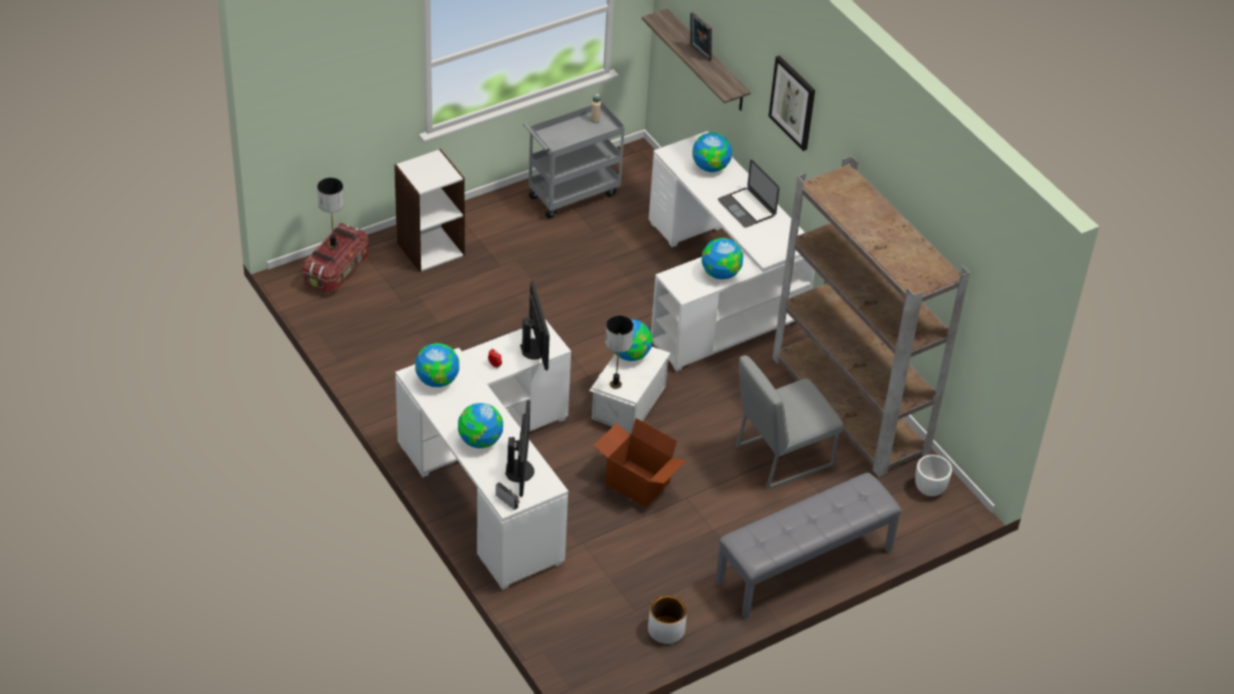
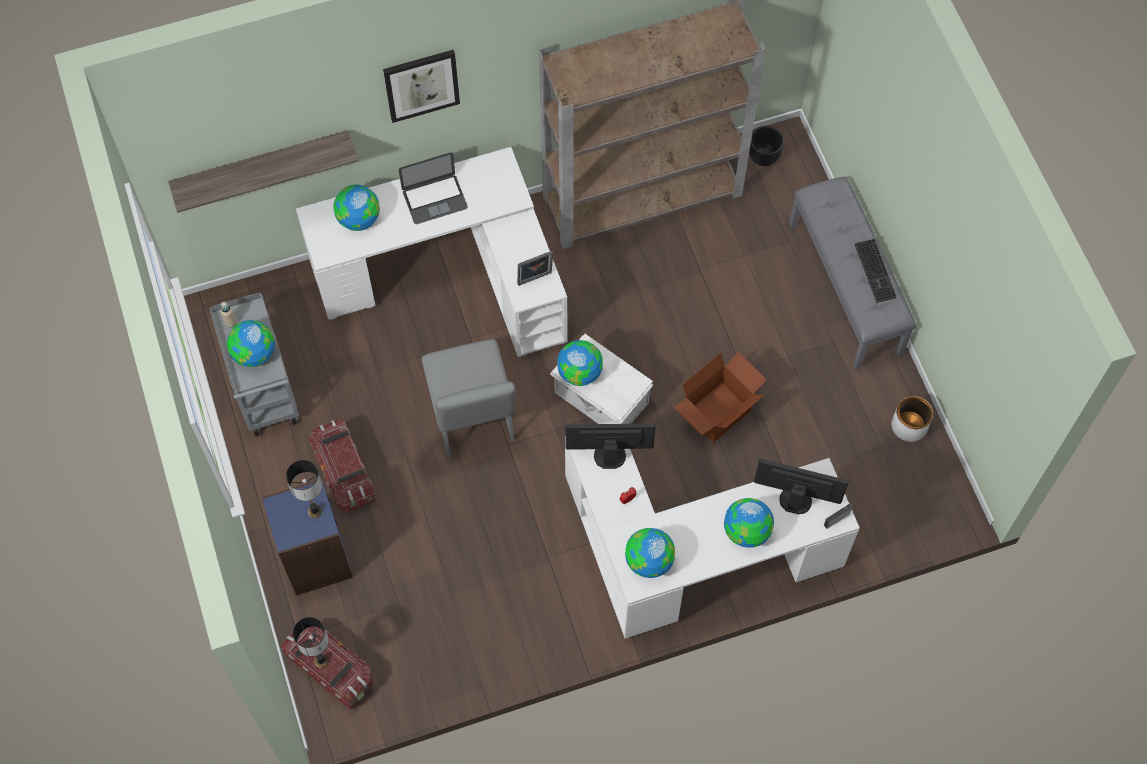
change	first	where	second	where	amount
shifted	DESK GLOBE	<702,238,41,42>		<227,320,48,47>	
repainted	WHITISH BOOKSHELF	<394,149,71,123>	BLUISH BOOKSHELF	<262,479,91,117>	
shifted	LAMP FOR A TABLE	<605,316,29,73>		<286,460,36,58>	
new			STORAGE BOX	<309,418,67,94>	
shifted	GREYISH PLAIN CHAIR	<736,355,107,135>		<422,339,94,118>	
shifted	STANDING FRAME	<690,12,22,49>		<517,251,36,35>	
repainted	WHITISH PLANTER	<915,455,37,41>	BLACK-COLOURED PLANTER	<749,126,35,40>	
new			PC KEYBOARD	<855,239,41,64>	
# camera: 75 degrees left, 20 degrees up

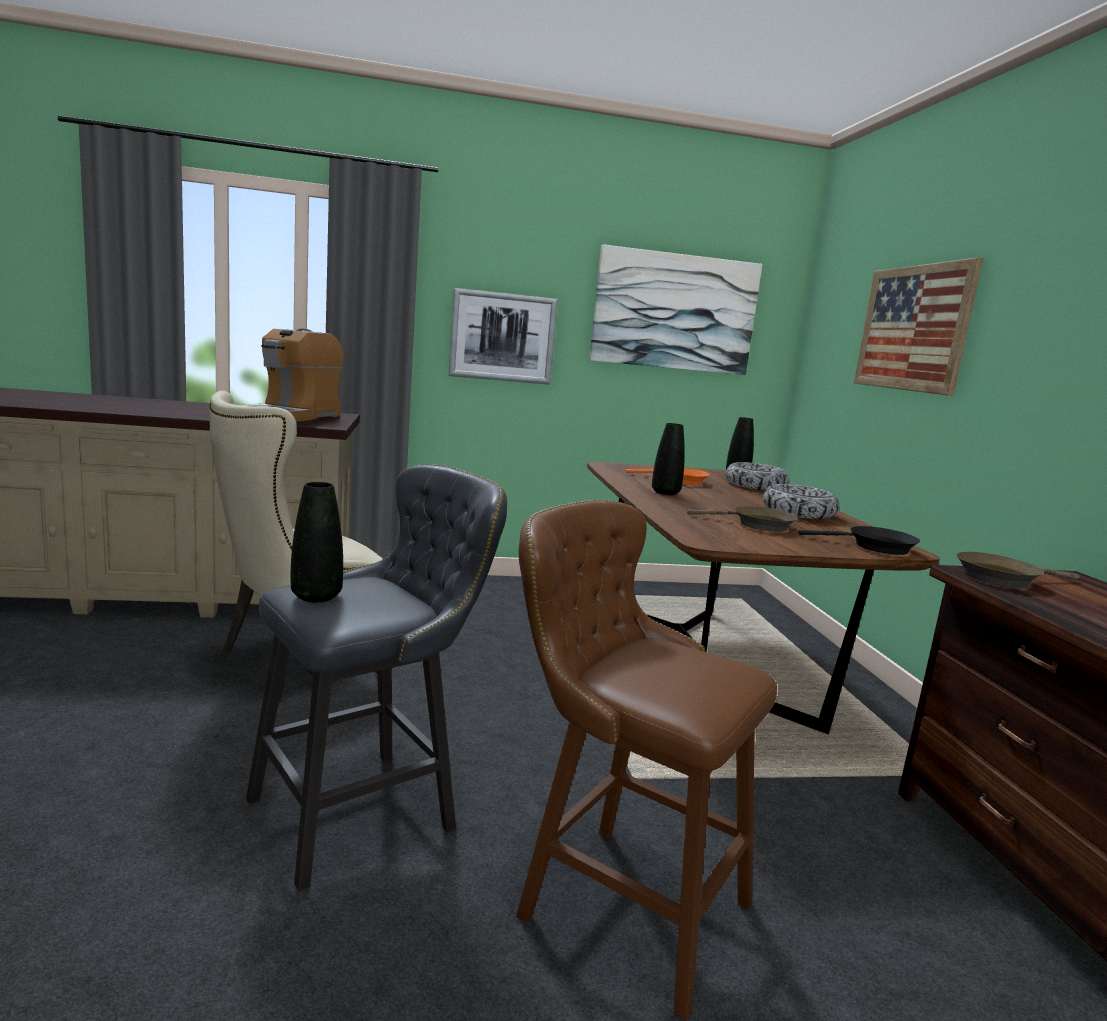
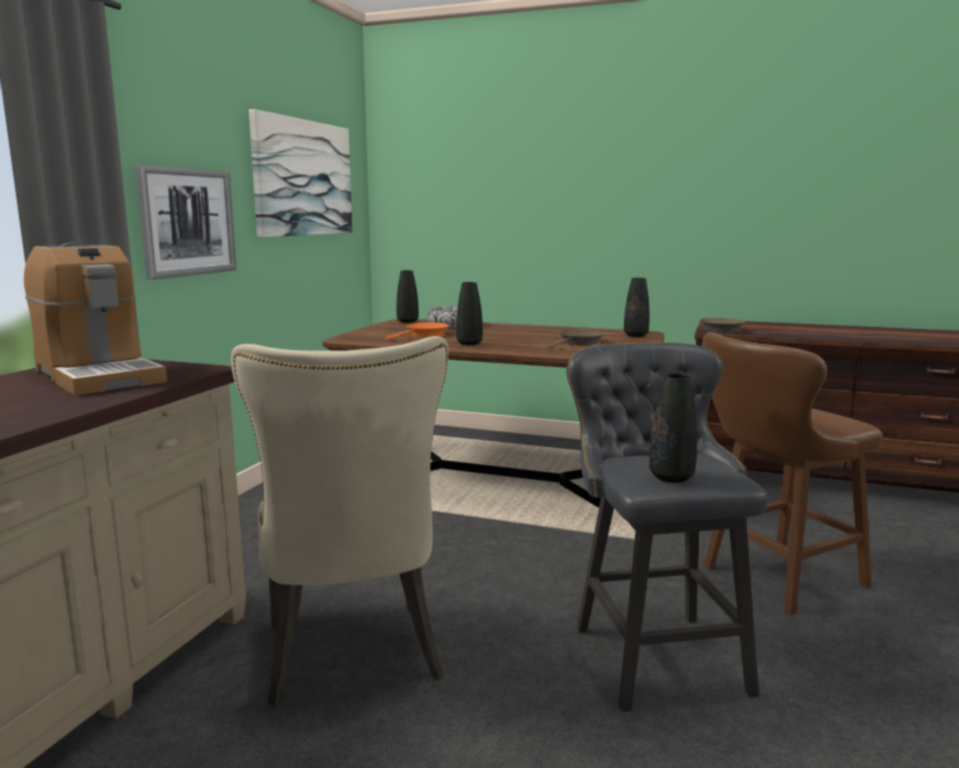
change	first	where	second	where	amount
swapped	BLACK-COLOURED SKILLET	<798,526,122,29>	BLACK-COLOURED FLOWER VASE	<624,278,26,59>	
gone	DEEP DISH	<763,484,76,35>			
gone	PICTURE	<854,257,129,139>			
# camera: 60 degrees left, 0 degrees up

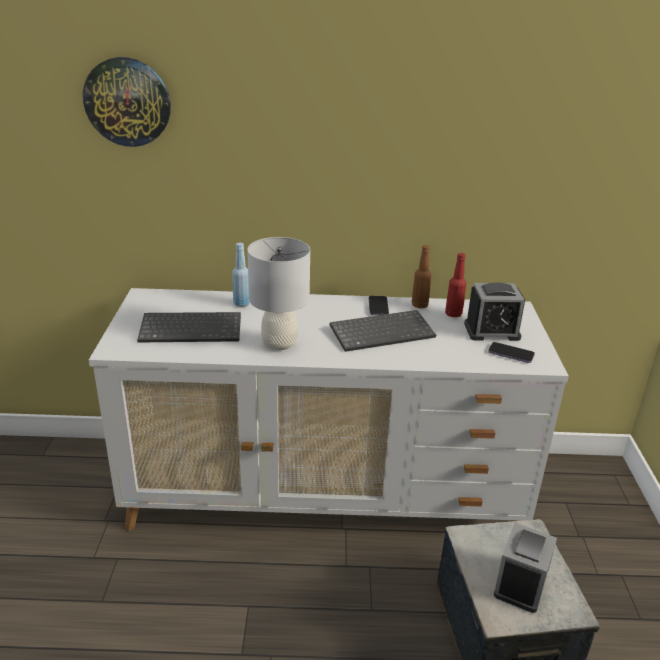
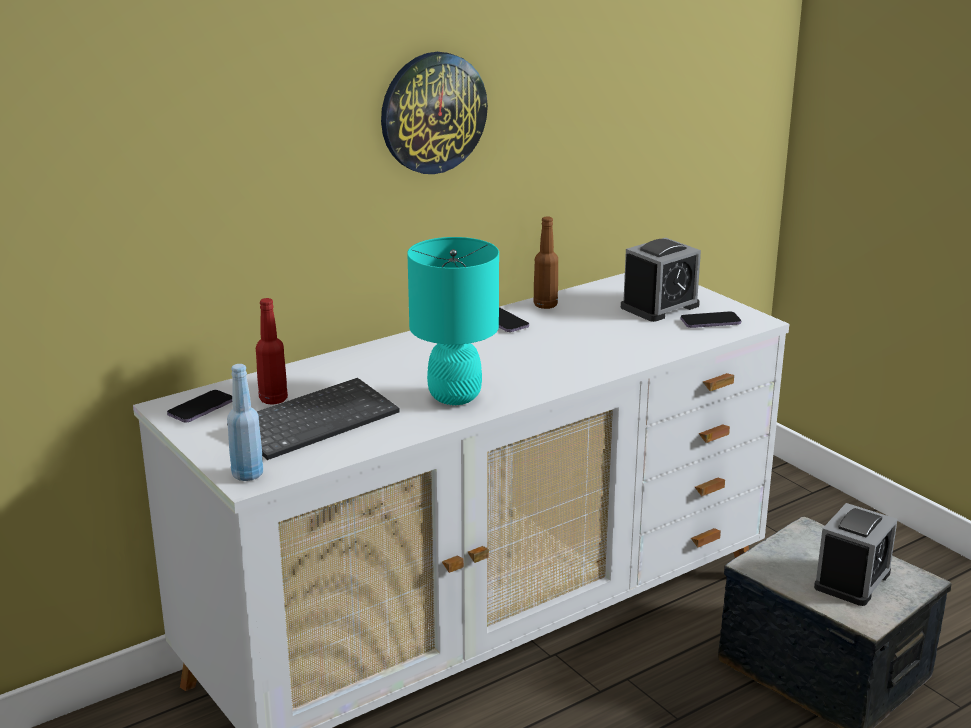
change	first	where	second	where	amount
new			HANDSET	<167,390,65,32>	
shifted	BLUISH BOTTLE	<232,243,18,64>		<227,364,36,117>	
shifted	REDDISH BOTTLE	<445,253,21,64>		<256,298,32,107>	
shifted	HANGING CLOCK	<83,57,88,90>		<381,52,107,122>	
repainted	GREYISH LAMP FOR A TABLE	<247,237,63,113>	TURQUOISE LAMP FOR A TABLE	<407,237,92,168>	
rotated	ALARM CLOCK	<494,523,63,90>		<814,503,84,103>	45 degrees clockwise
gone	PC KEYBOARD	<330,310,106,42>			
# camera: 35 degrees left, 5 degrees down

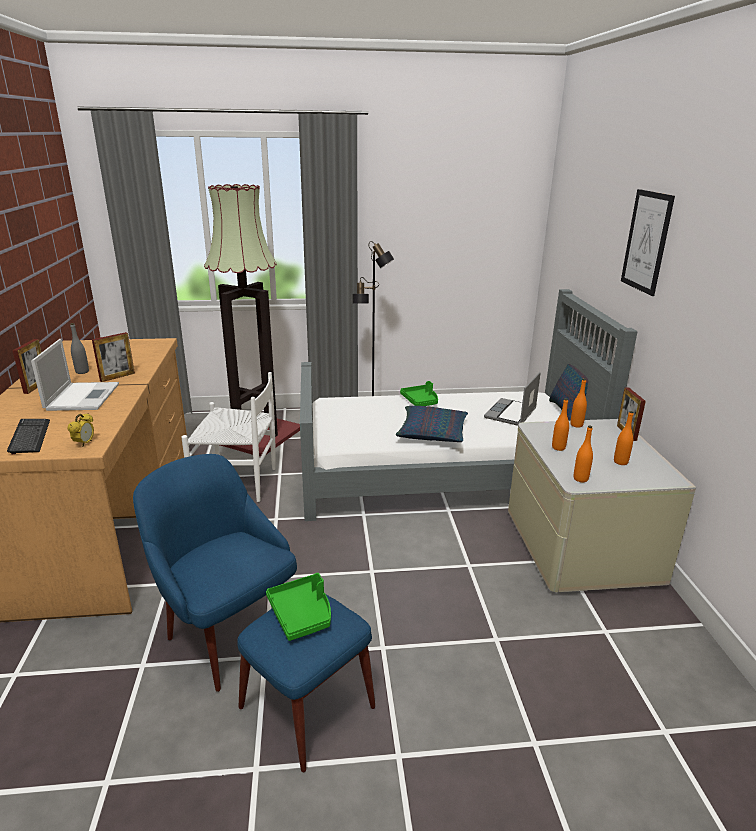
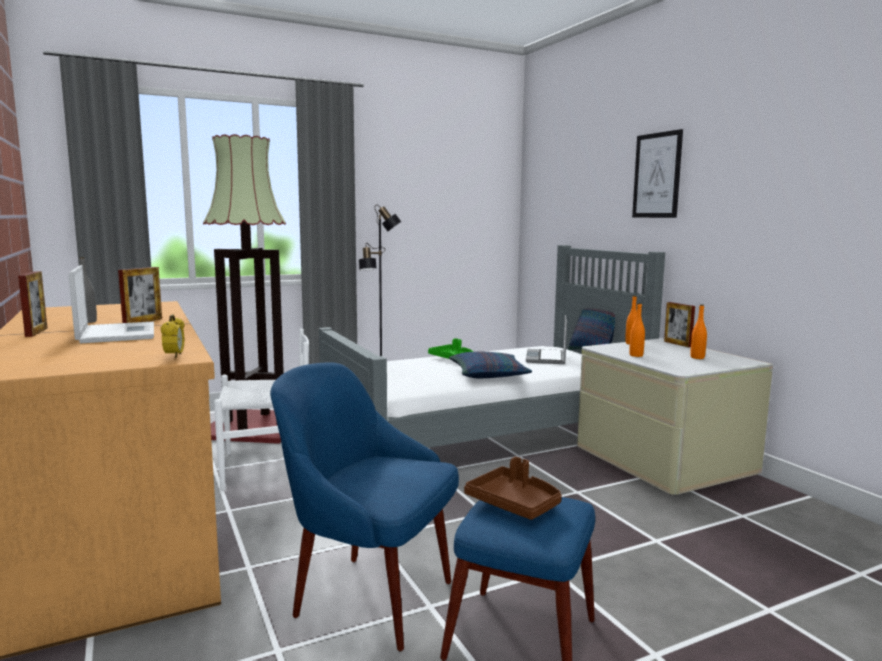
change	first	where	second	where	amount
repainted	GREEN-COLOURED TRAY	<266,573,65,68>	BROWN TRAY	<464,457,98,63>	
gone	PC KEYBOARD	<7,419,43,35>			
gone	ORANGEY BOTTLE	<574,426,19,56>			
# camera: 20 degrees left, 15 degrees down

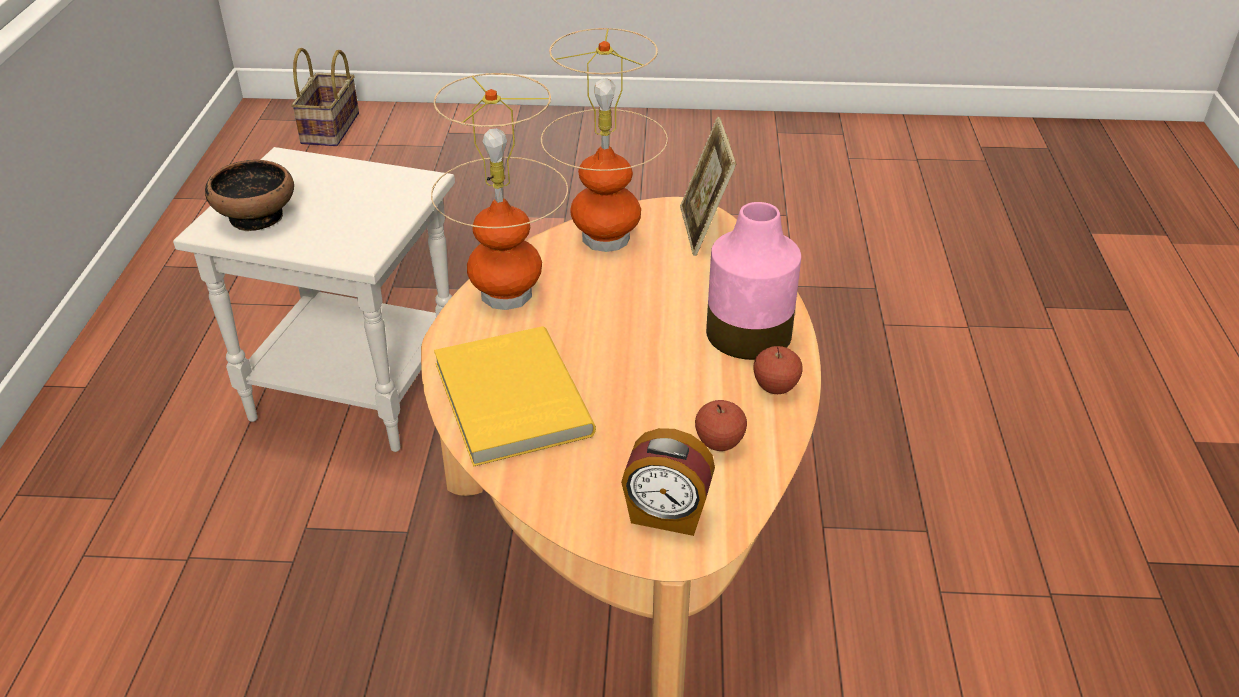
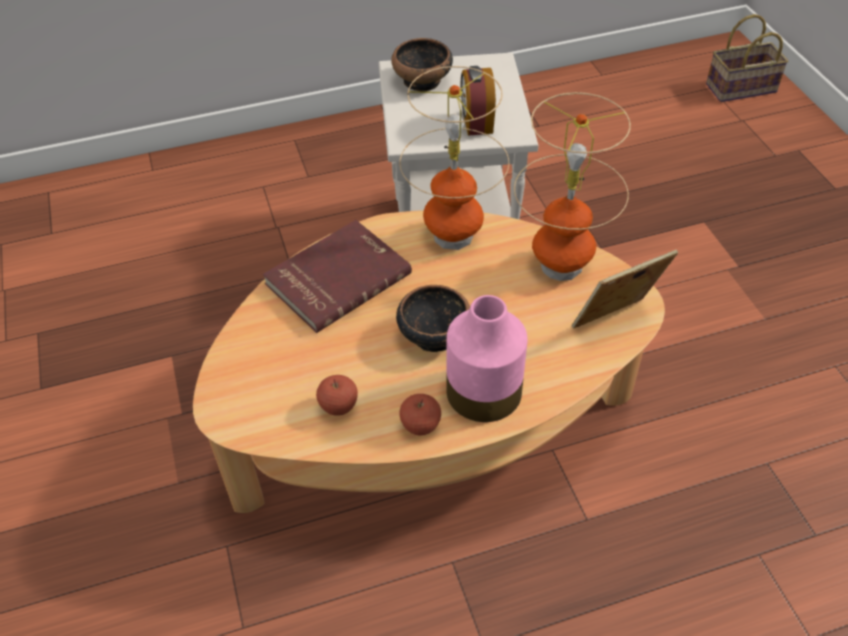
change	first	where	second	where	amount
repainted	YELLOW-COLOURED VOLUME	<434,326,162,140>	REDDISH VOLUME	<263,220,149,113>	
new			DEEP DISH	<396,285,74,67>	
shifted	ALARM CLOCK	<621,428,94,108>		<461,66,35,70>	
# camera: 70 degrees right, 10 degrees up

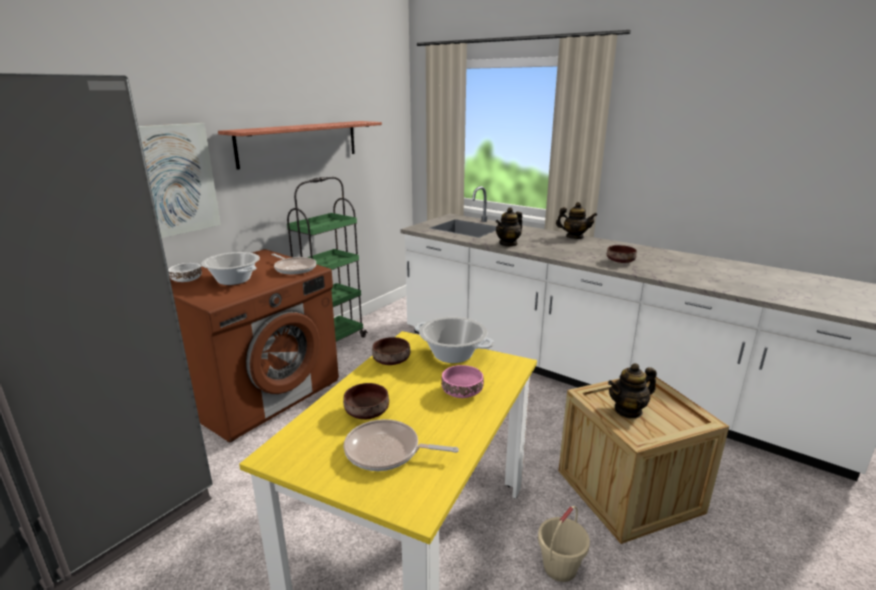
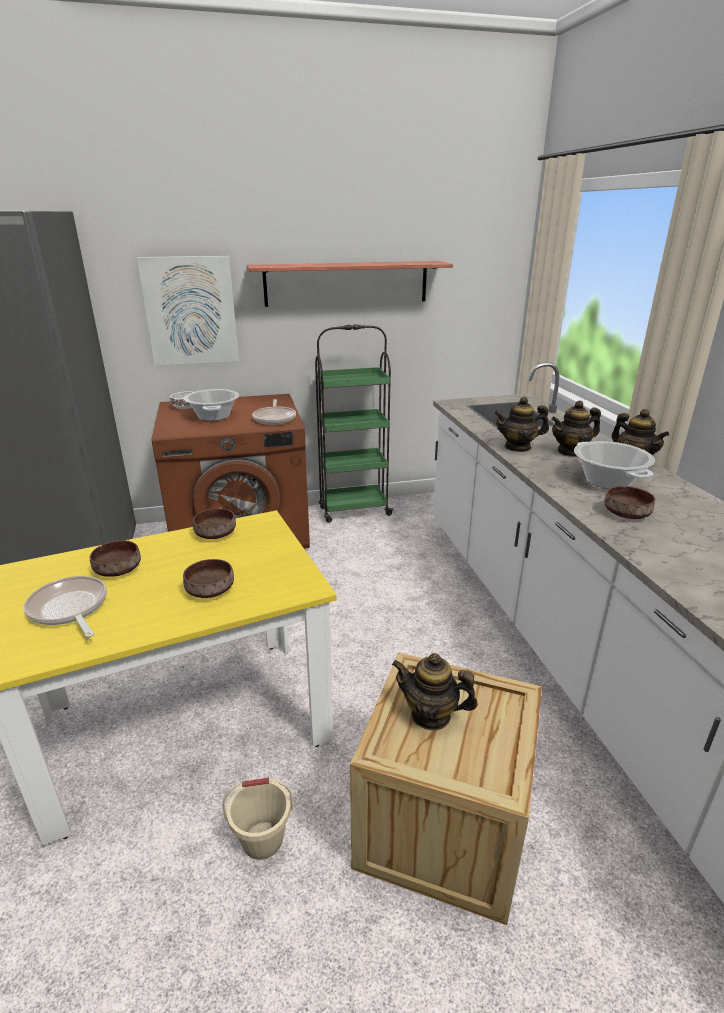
change	first	where	second	where	amount
repainted	PINK-COLOURED DEEP DISH	<441,365,43,33>	BROWN DEEP DISH	<183,559,51,39>	
new			TEAPOT	<551,400,50,57>	
shifted	COOKING POT	<415,317,79,46>		<574,441,81,48>	
# camera: 40 degrees right, 5 degrees up

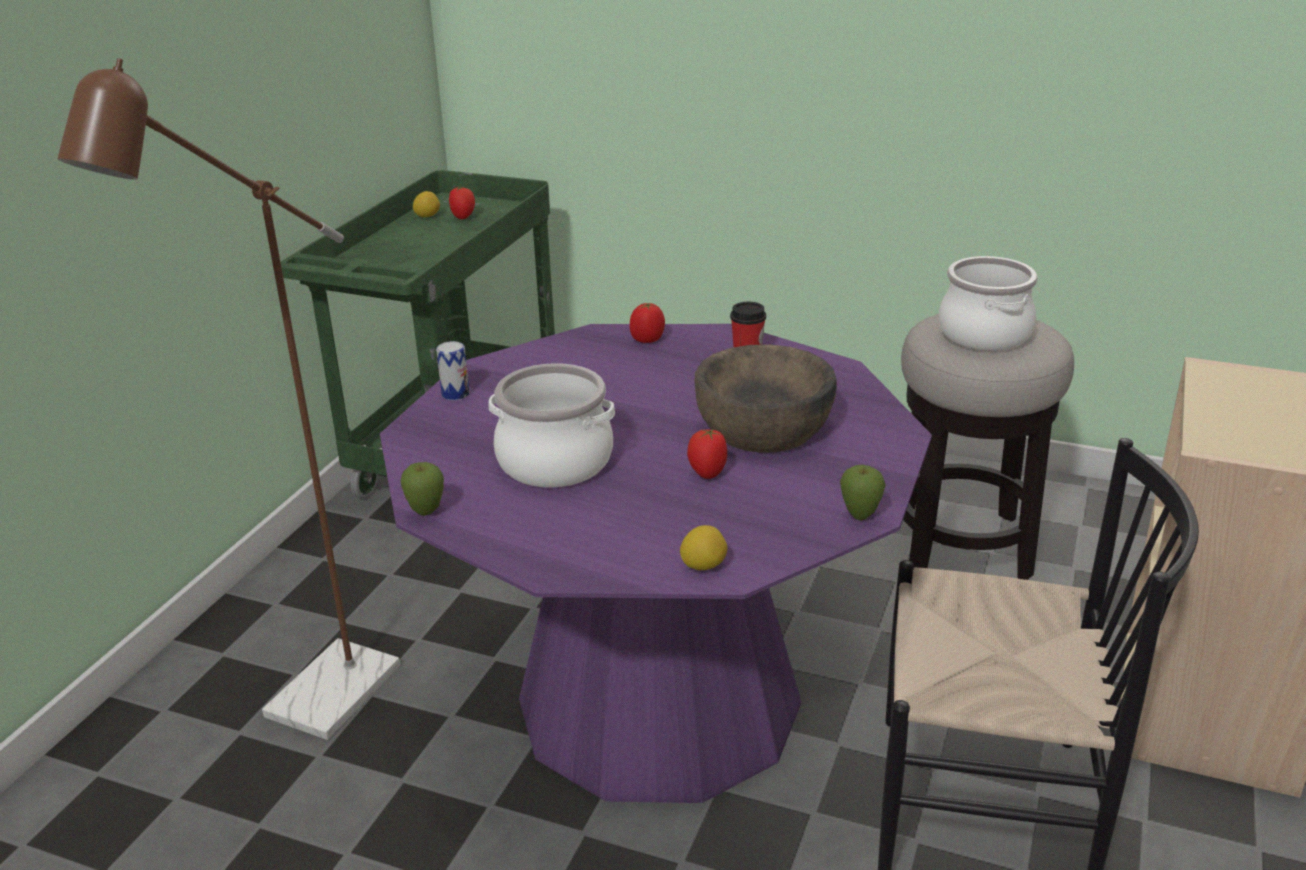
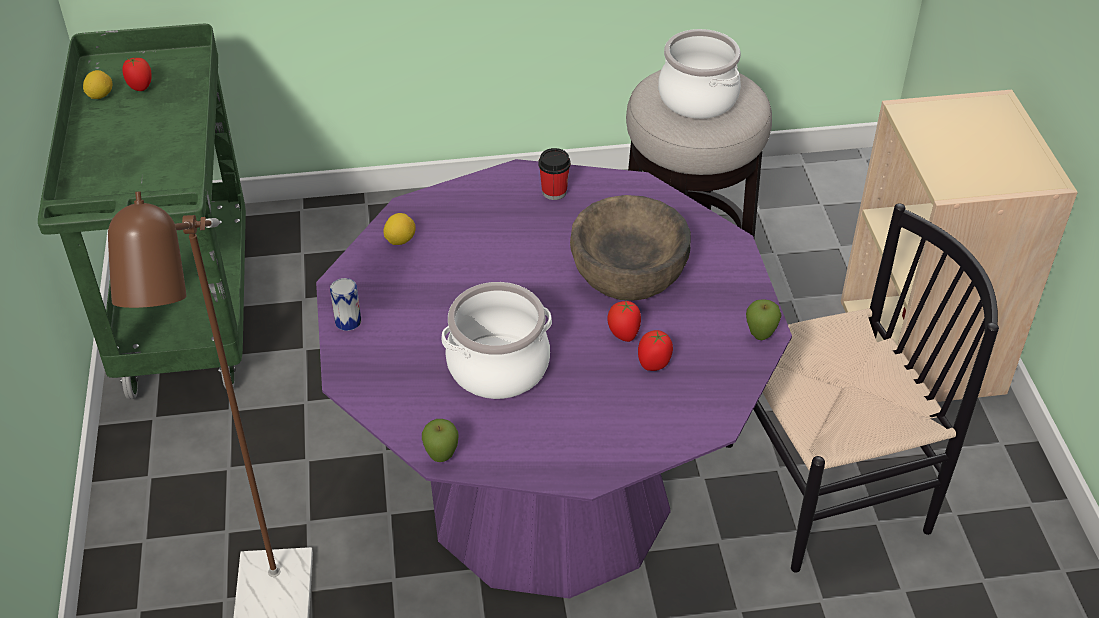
change	first	where	second	where	amount
shifted	WHOLE LEMON	<680,525,47,45>		<383,213,33,32>	
shifted	TOMATO	<630,303,35,40>		<638,330,35,41>	
# camera: 30 degrees left, 15 degrees up

